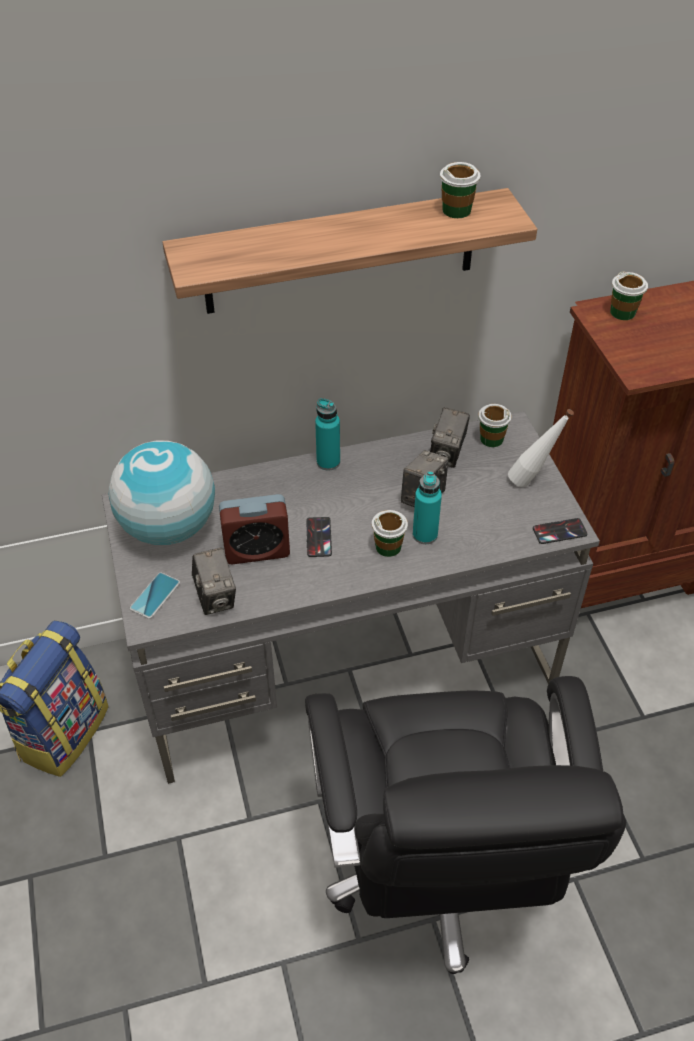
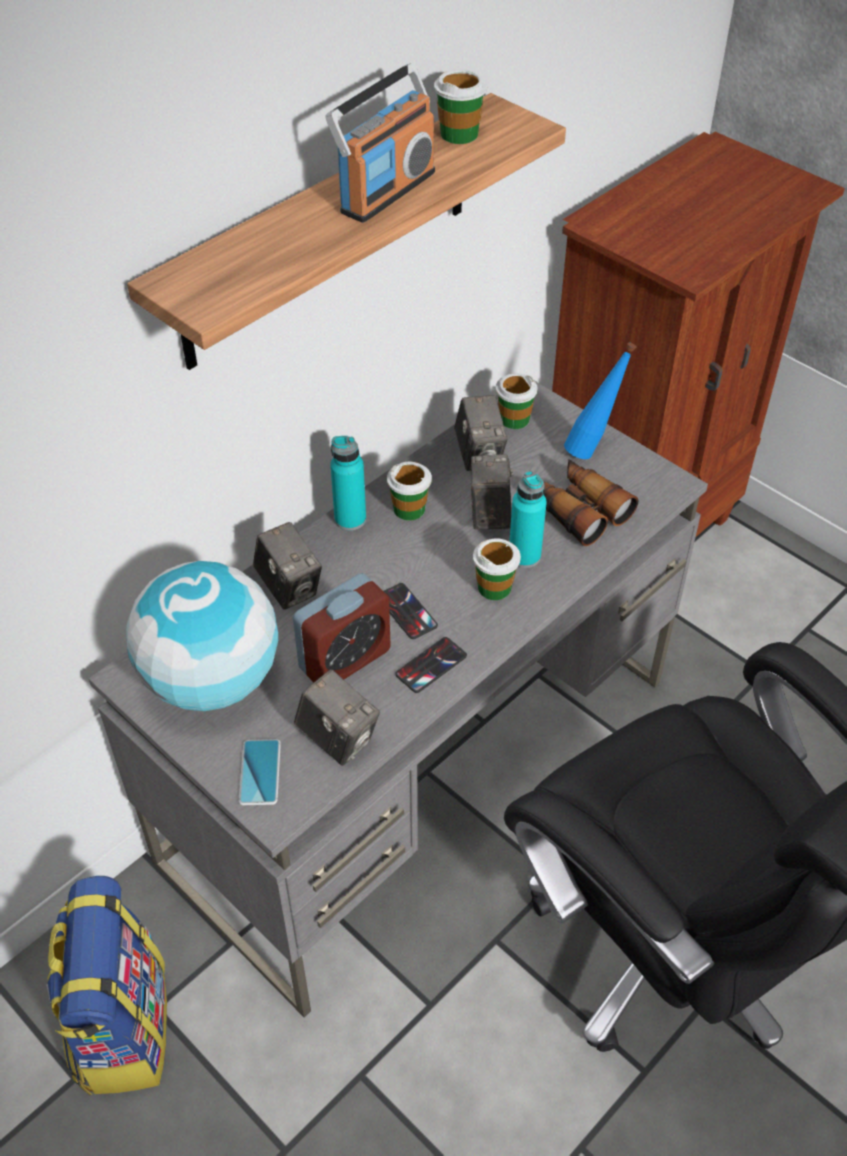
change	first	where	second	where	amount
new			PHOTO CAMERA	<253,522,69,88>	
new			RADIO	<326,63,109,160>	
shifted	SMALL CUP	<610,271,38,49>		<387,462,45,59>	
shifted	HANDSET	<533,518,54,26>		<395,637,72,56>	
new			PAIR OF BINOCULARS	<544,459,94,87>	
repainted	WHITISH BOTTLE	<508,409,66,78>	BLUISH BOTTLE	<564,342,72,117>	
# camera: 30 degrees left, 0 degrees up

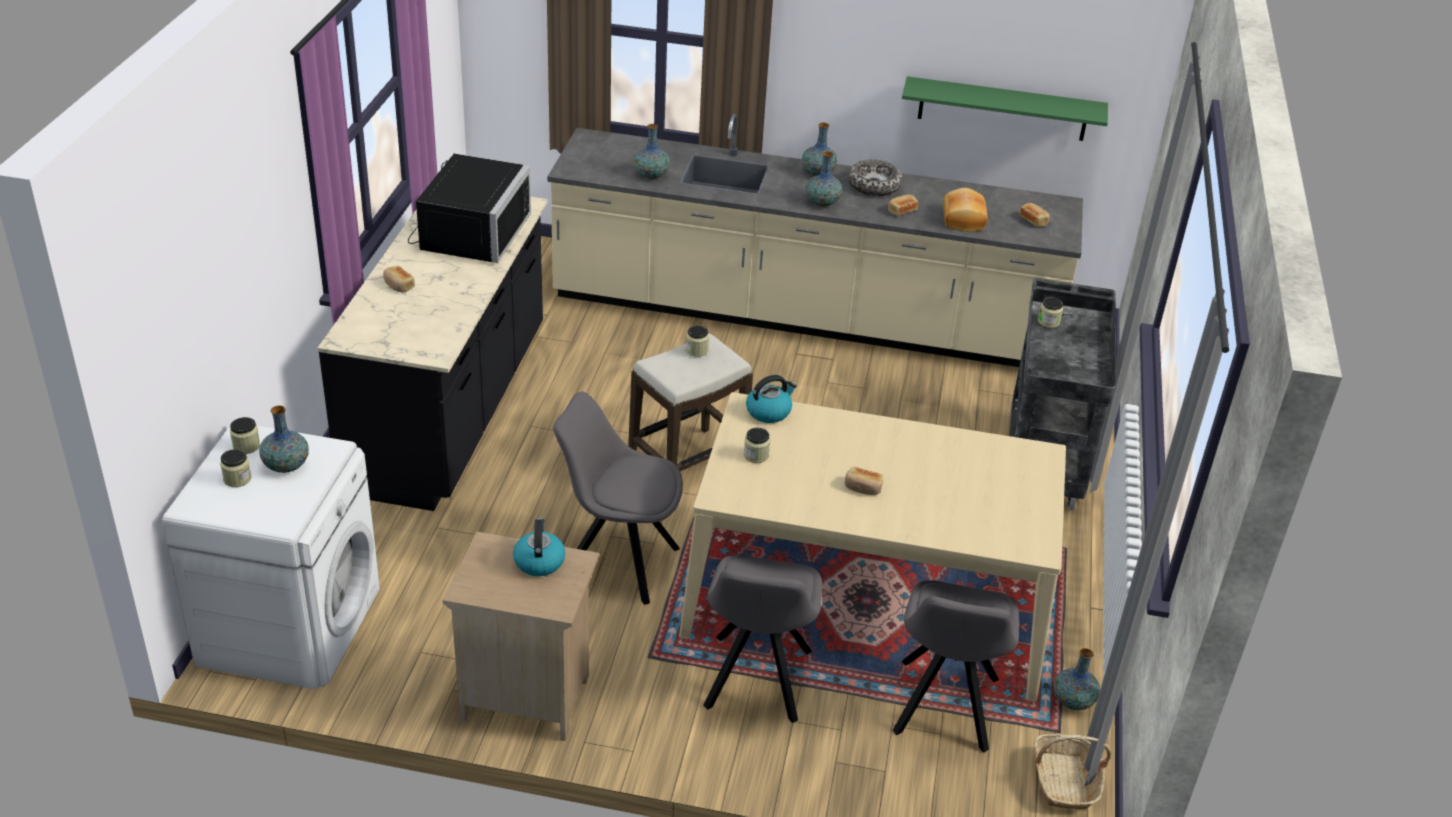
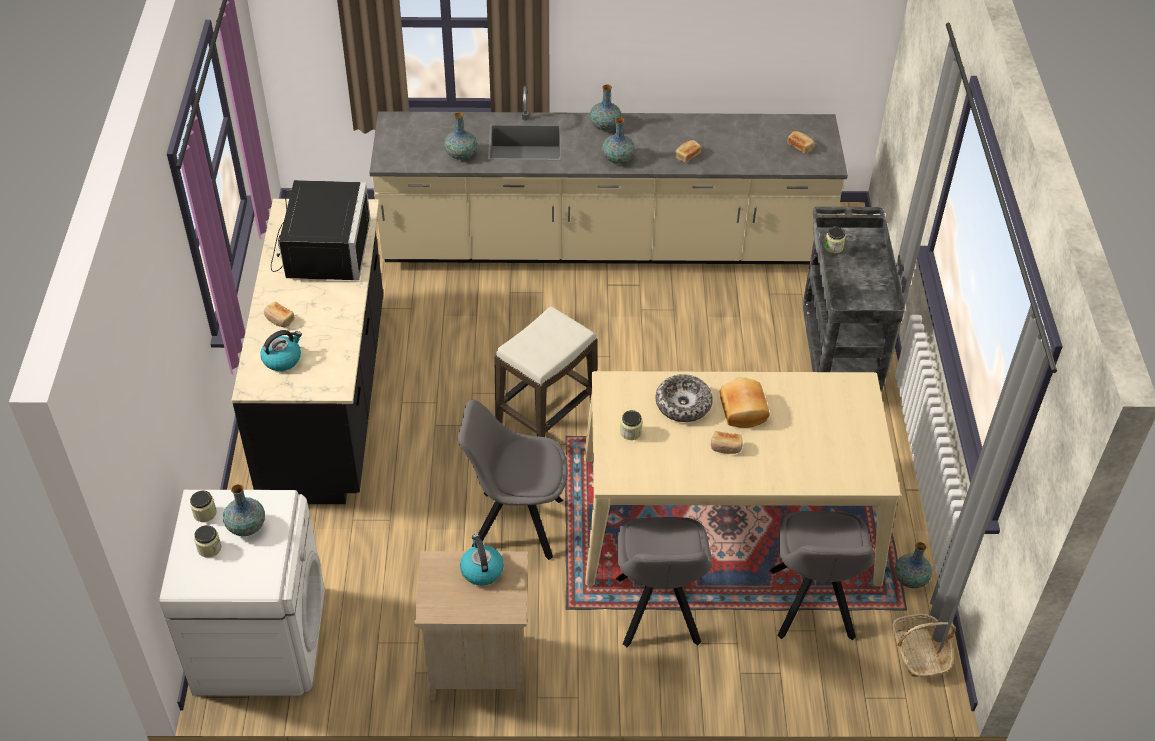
change	first	where	second	where	amount
shifted	KETTLE	<746,375,51,48>		<260,330,42,41>	
shifted	DEEP DISH	<848,159,54,37>		<655,374,58,48>	
shifted	BAKERY BREAD	<943,188,45,44>		<720,377,50,51>	
gone	JAR	<686,325,23,32>			
gone	GREEN-COLOURED WALL SHELF	<902,76,206,65>			
# camera: 10 degrees left, 10 degrees up

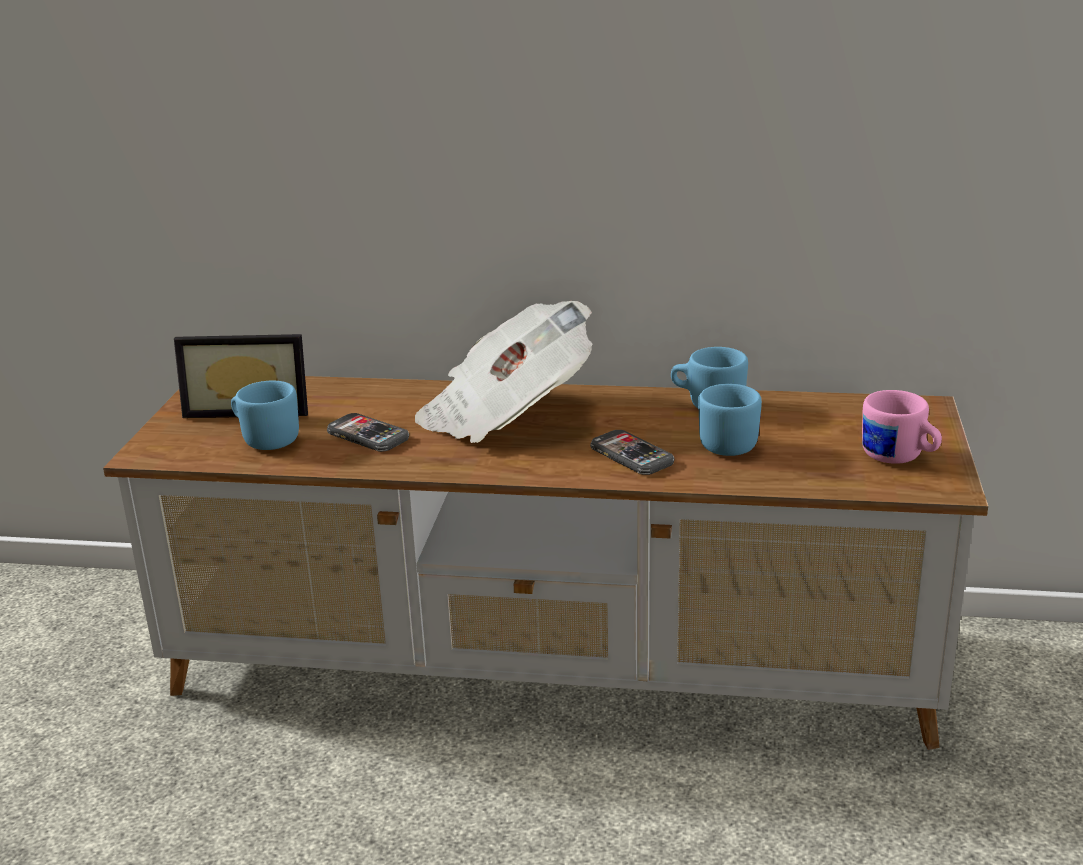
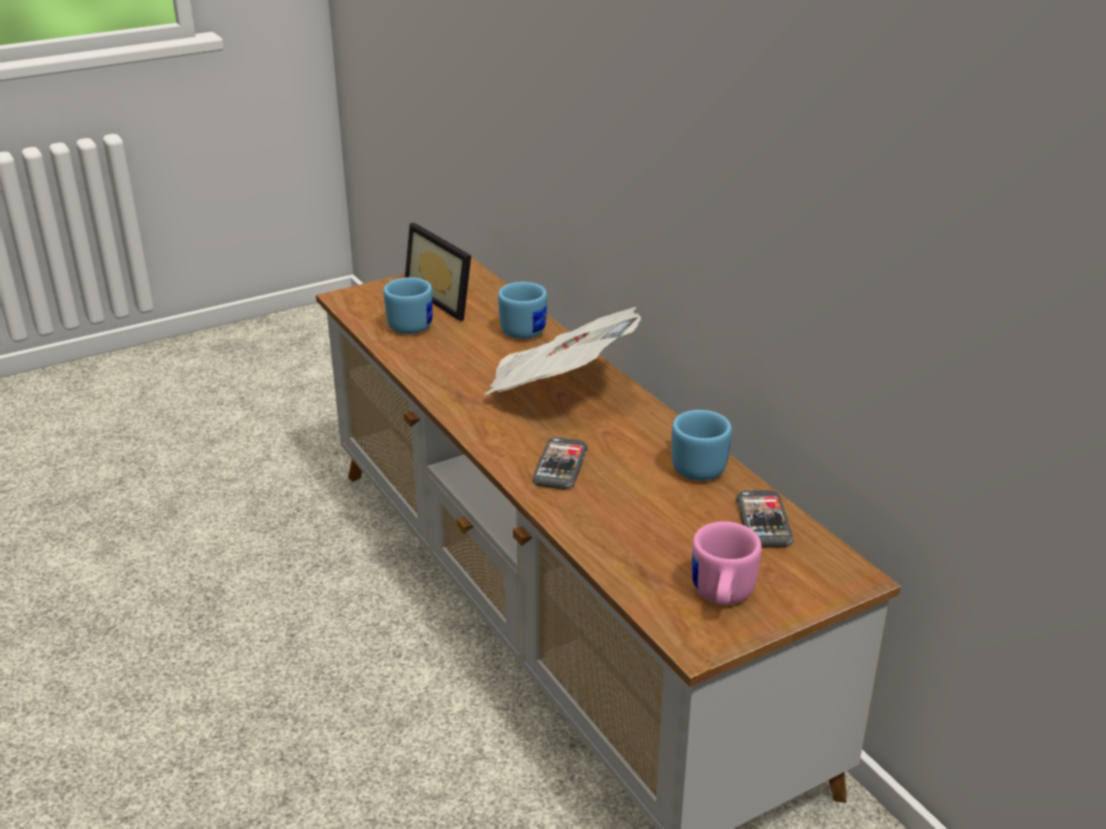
change	first	where	second	where	amount
shifted	BLUISH COFFEE MUG	<697,384,65,72>		<498,282,49,57>	
shifted	HANDSET	<327,413,82,39>		<736,490,58,57>	
# camera: 50 degrees right, 5 degrees up

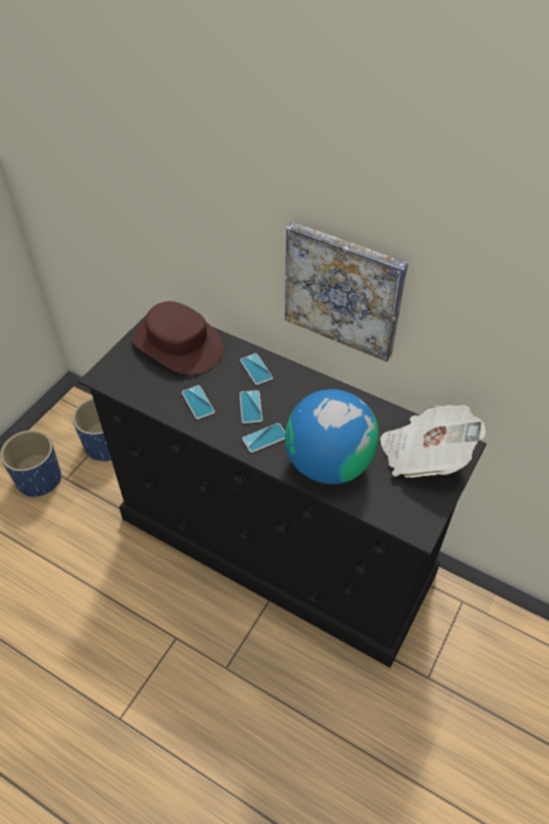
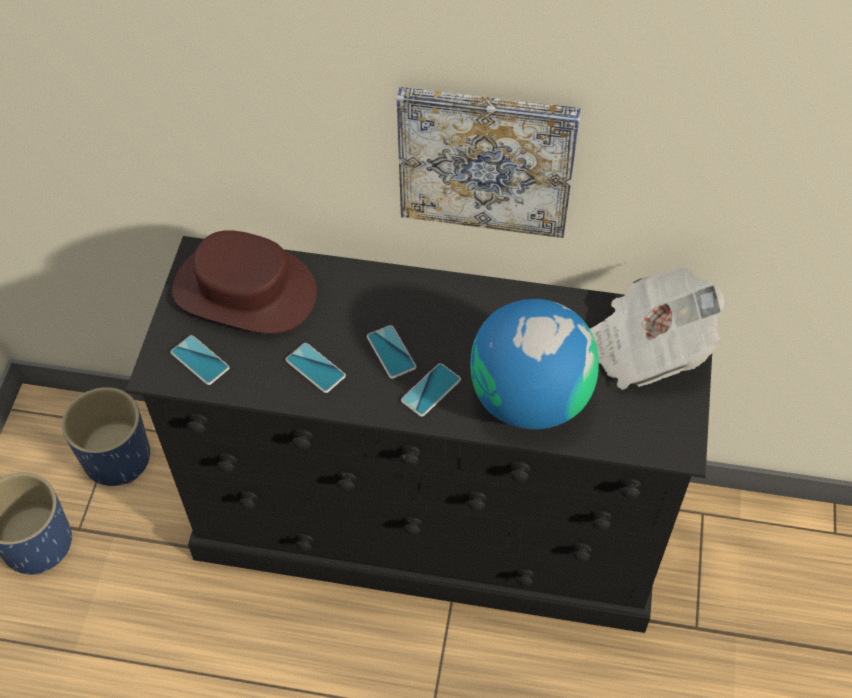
change	first	where	second	where	amount
shifted	HANDSET	<240,353,33,32>		<171,335,59,50>	
# camera: 20 degrees left, 5 degrees up

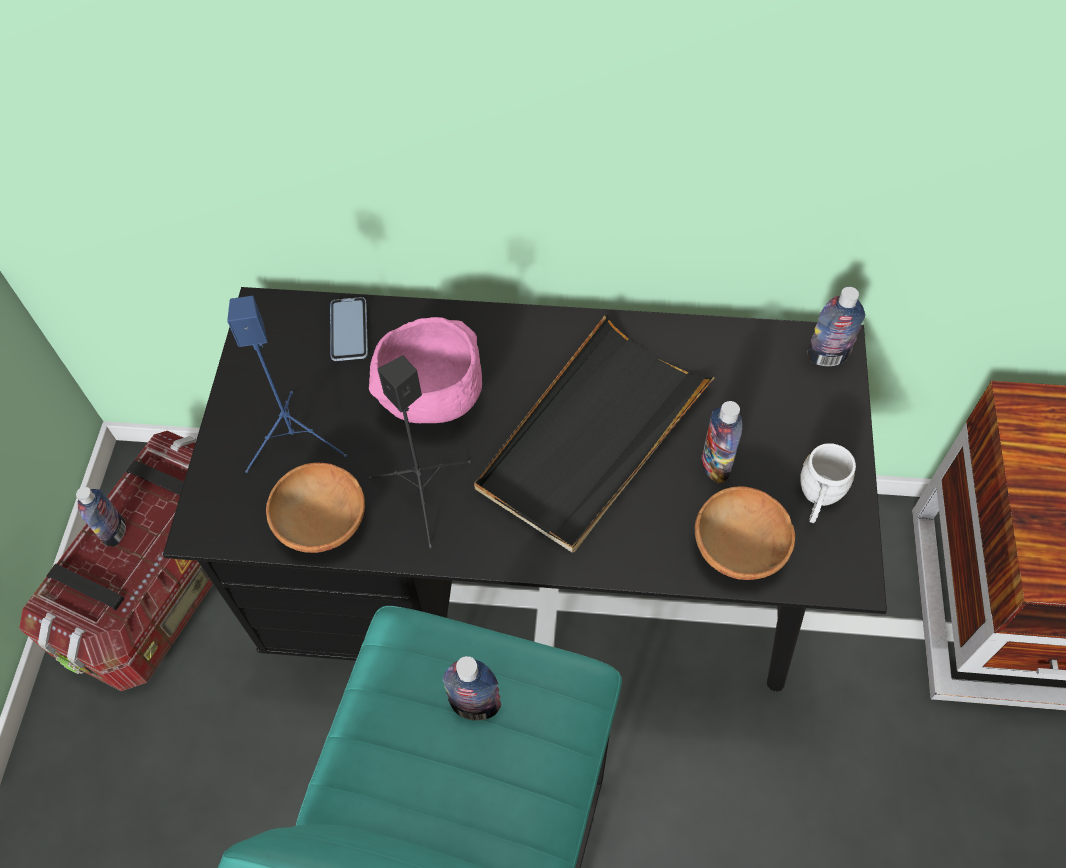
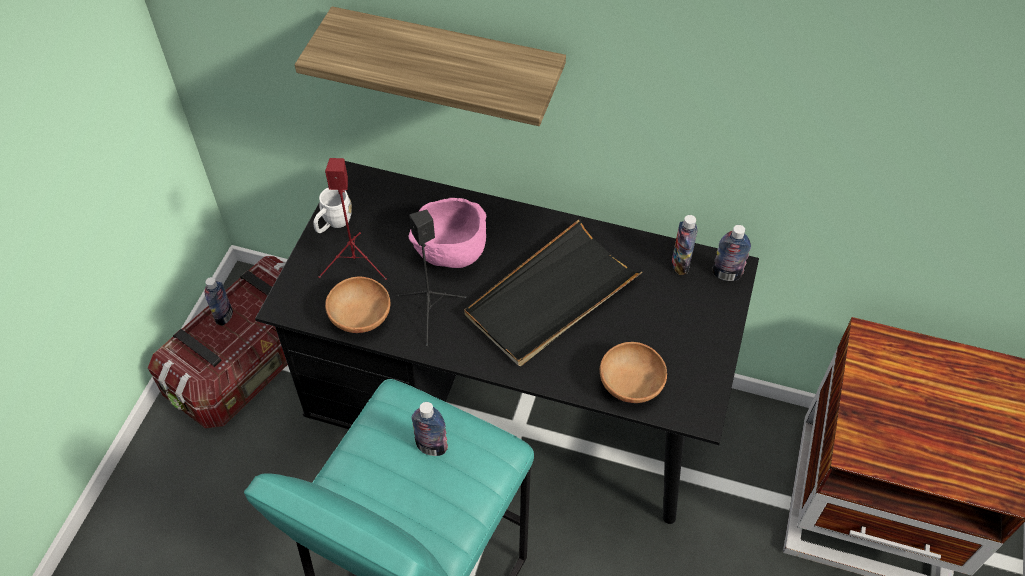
change	first	where	second	where	amount
new			WALL SHELF	<295,6,271,120>	
shifted	WHITISH COFFEE MUG	<800,443,56,80>		<313,188,39,45>	
repainted	BLUISH AUDIO SPEAKER	<227,296,120,177>	REDDISH AUDIO SPEAKER	<319,158,68,122>	
shifted	BOTTLE	<701,401,42,83>		<672,215,26,60>	
gone	HANDSET	<330,297,38,64>			
# camera: 10 degrees right, 5 degrees down

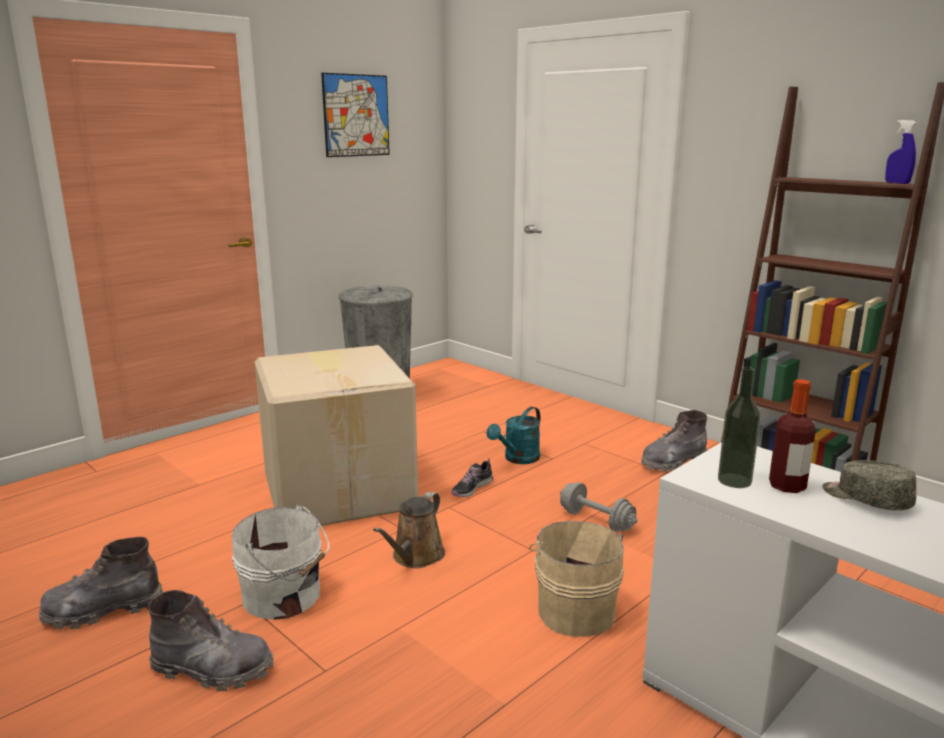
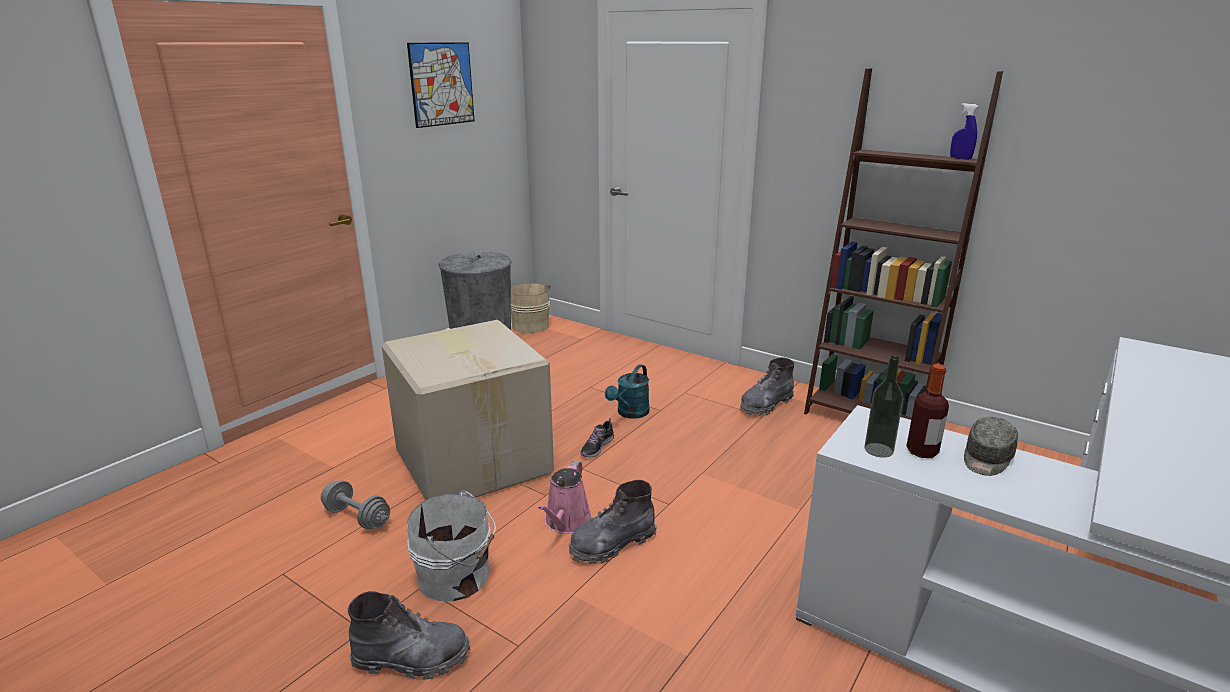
change	first	where	second	where	amount
shifted	GREYISH FREE WEIGHT	<560,482,78,50>		<321,480,69,49>	
shifted	BEIGE-COLOURED BUCKET	<529,521,95,116>		<511,283,39,50>	
repainted	BROWN WATERING POT	<373,492,72,76>	PINK-COLOURED WATERING POT	<538,461,54,73>	
shifted	GREYISH BOOT	<39,537,124,92>		<569,480,88,84>	
rotated	GREYISH BASEBALL CAP	<822,460,95,50>		<964,417,54,59>	90 degrees counterclockwise
# camera: 10 degrees left, 5 degrees up

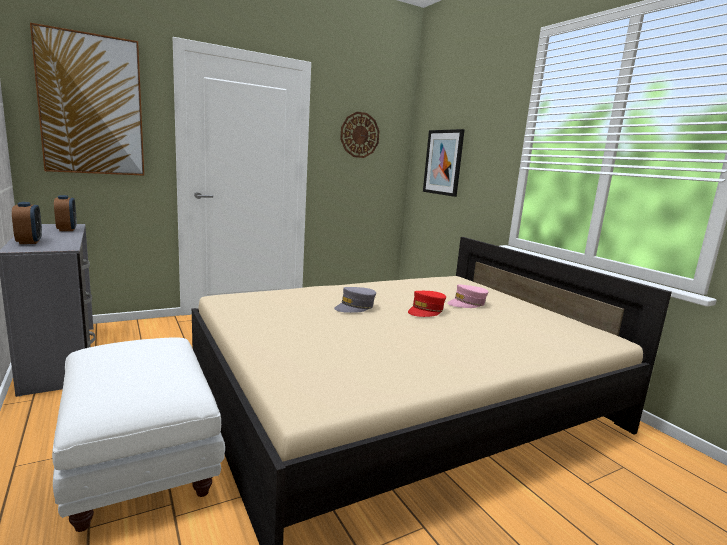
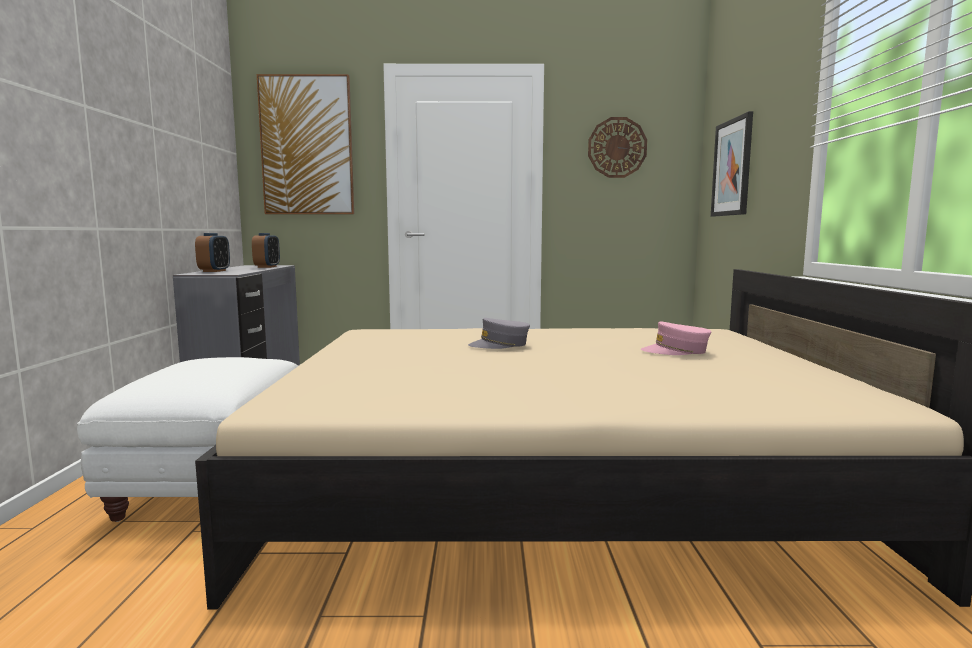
change	first	where	second	where	amount
gone	REDDISH BASEBALL CAP	<408,291,38,26>			
# camera: 30 degrees right, 5 degrees down

